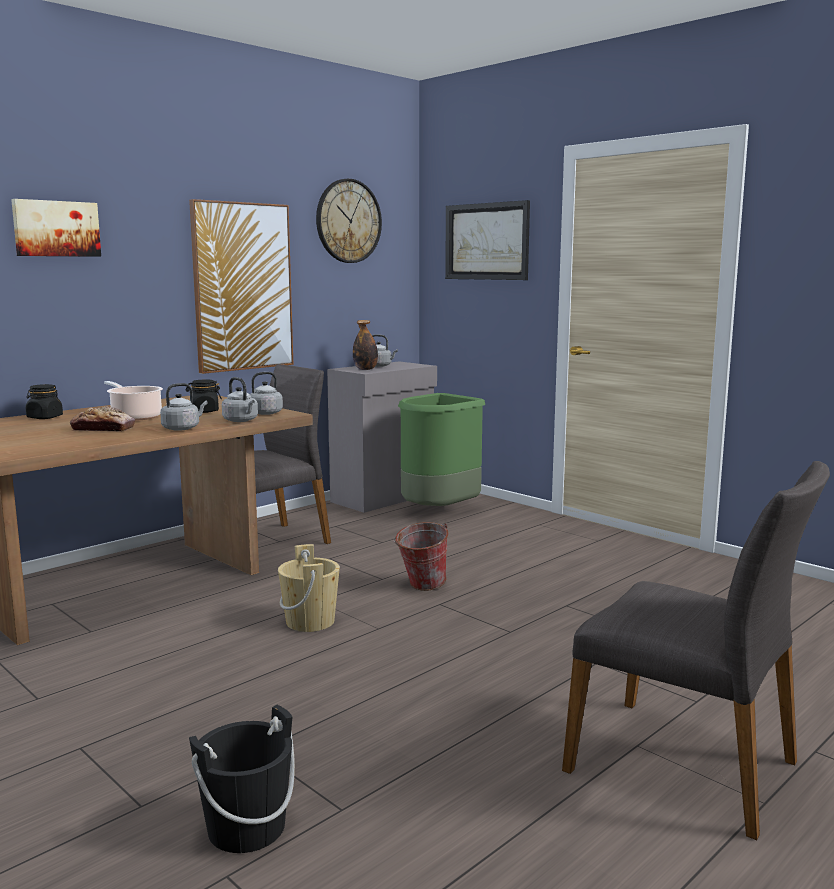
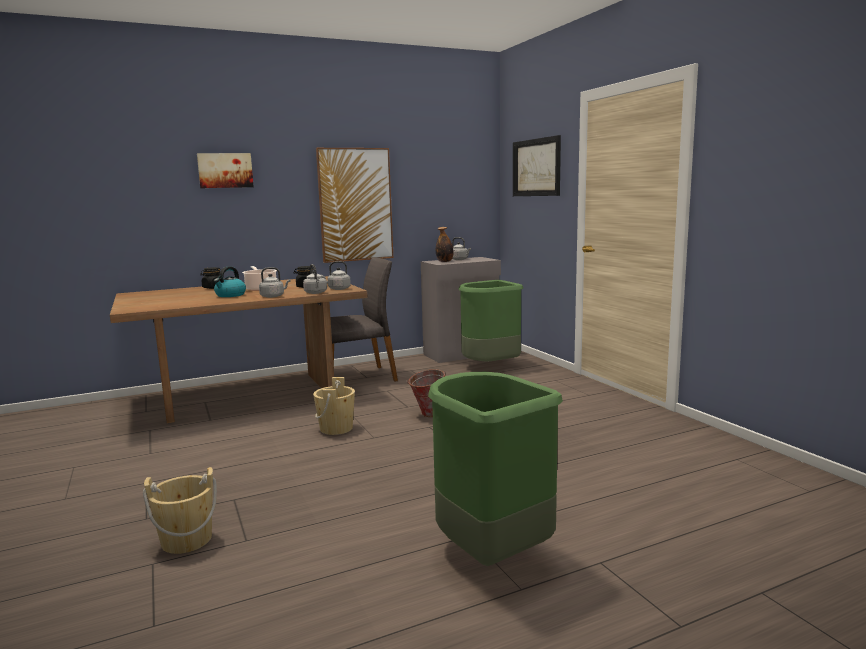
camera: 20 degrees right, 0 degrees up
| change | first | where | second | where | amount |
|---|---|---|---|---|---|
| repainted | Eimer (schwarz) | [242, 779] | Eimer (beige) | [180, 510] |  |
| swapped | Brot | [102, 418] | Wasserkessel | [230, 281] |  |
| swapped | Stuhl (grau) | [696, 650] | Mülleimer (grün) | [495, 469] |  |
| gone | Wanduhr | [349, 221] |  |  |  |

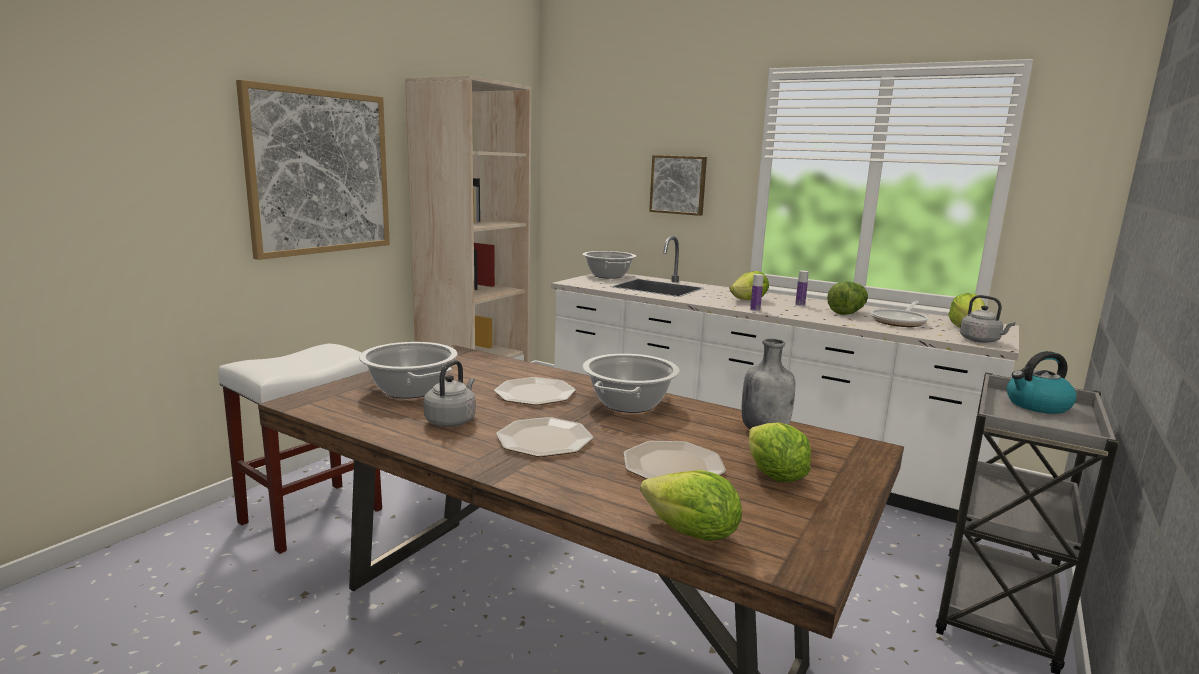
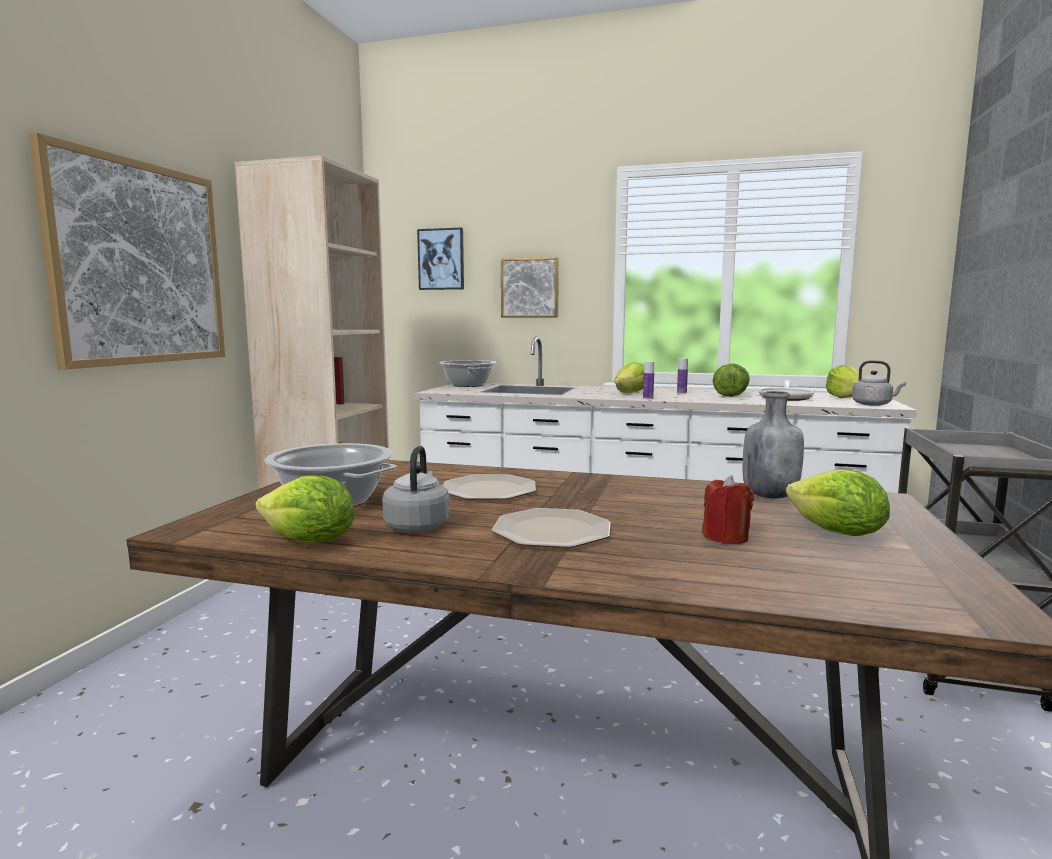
camera: 15 degrees left, 5 degrees down
| change | first | where | second | where | amount |
|---|---|---|---|---|---|
| shifted | Salatkopf | [691, 505] |  | [305, 509] |  |
| new |  |  | Bild | [440, 259] |  |
| swapped | Teller | [675, 460] | Kerze (rot) | [728, 509] |  |
| gone | Hocker (weiß) | [300, 449] |  |  |  |
| gone | Kochtopf | [631, 383] |  |  |  |
| gone | Wasserkessel | [1042, 382] |  |  |  |

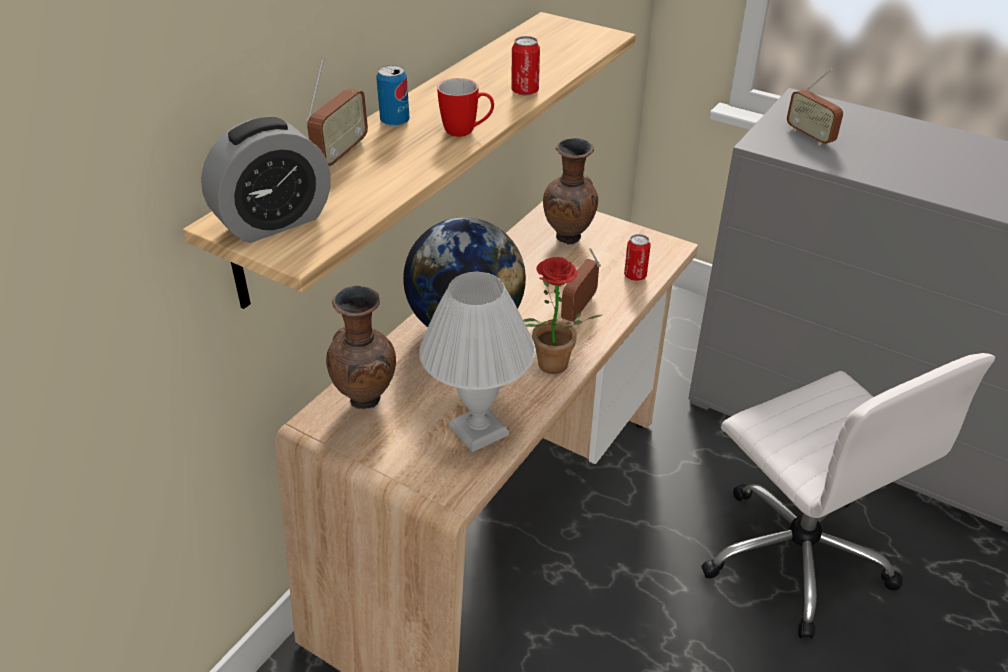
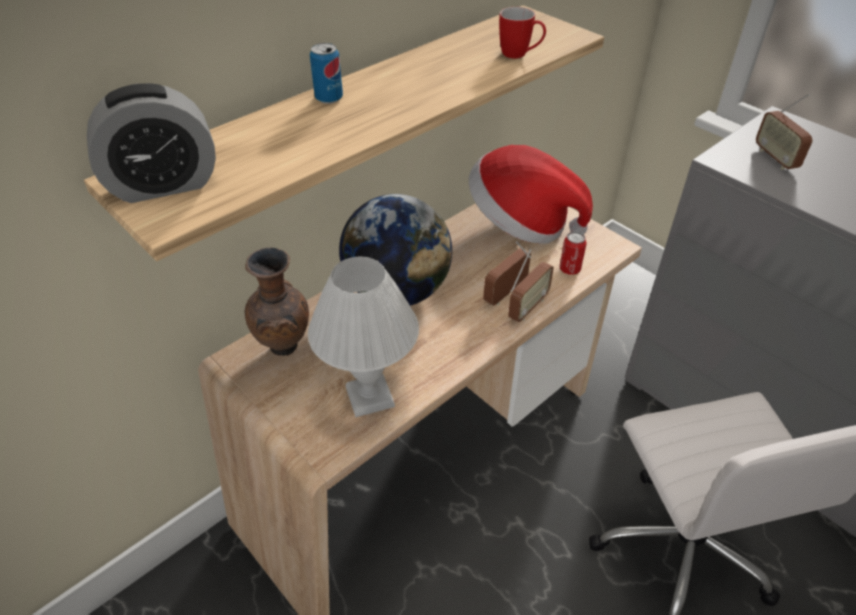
camera: 15 degrees right, 5 degrees up
| change | first | where | second | where | amount |
|---|---|---|---|---|---|
| swapped | Vase (braun) | [570, 191] | Hut | [531, 194] |  |
| shifted | Henkelbecher | [465, 107] |  | [522, 33] |  |
| shifted | Radio | [337, 113] |  | [531, 285] |  |
| gone | Dose | [525, 66] |  |  |  |
| gone | Topfpflanze | [562, 315] |  |  |  |

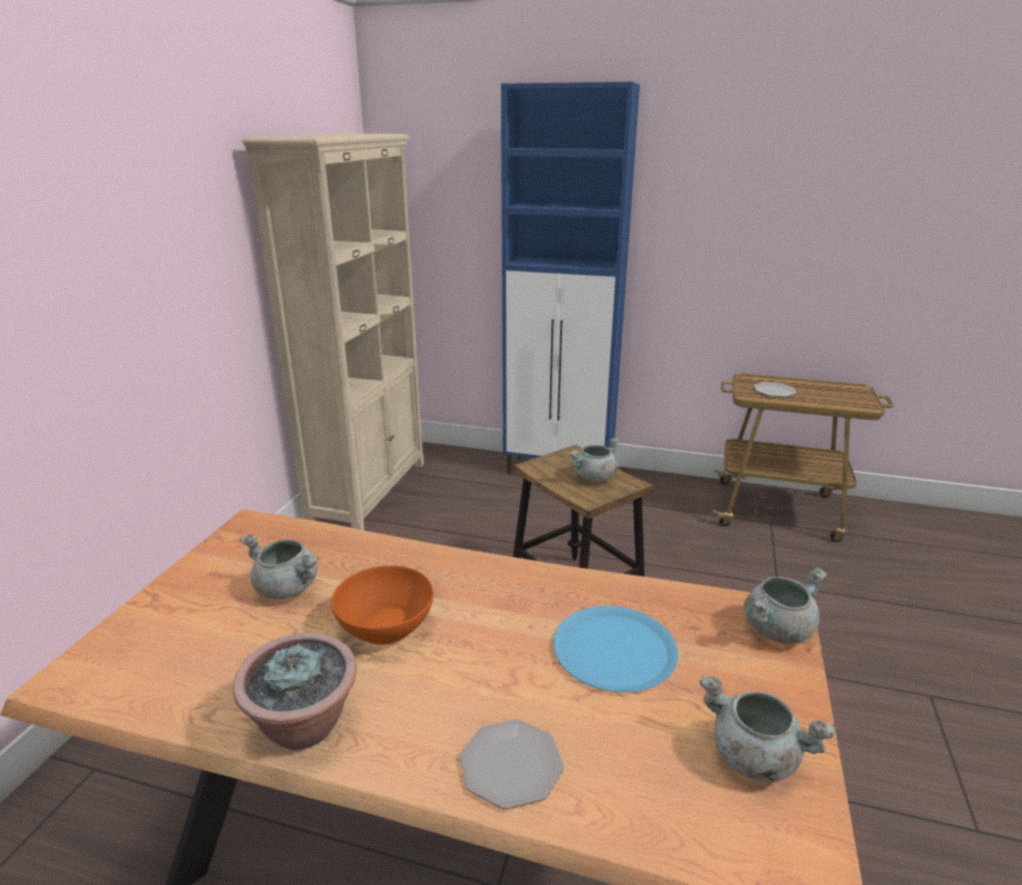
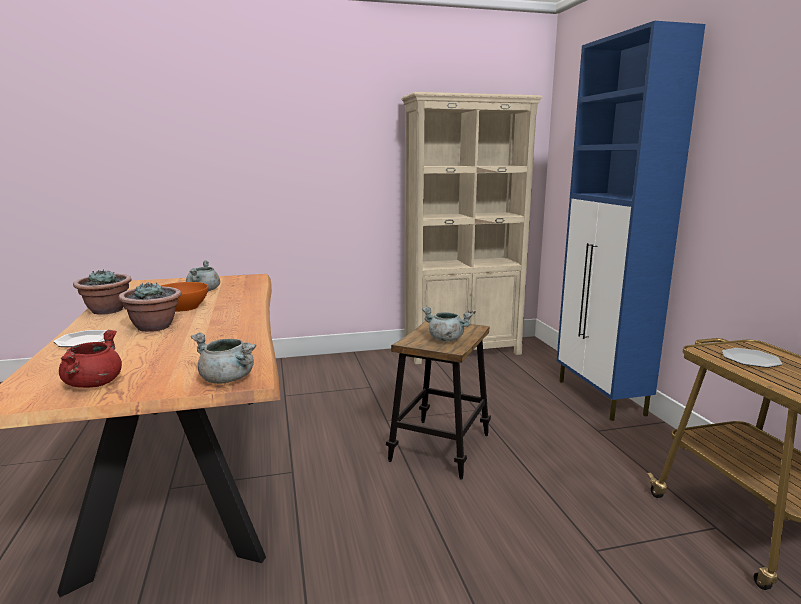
camera: 60 degrees right, 10 degrees down
| change | first | where | second | where | amount |
|---|---|---|---|---|---|
| repainted | Kochtopf (grau) | [767, 728] | Kochtopf (rot) | [90, 359] |  |
| new |  |  | Topfpflanze | [149, 307] |  |
| gone | Teller (blau) | [615, 649] |  |  |  |

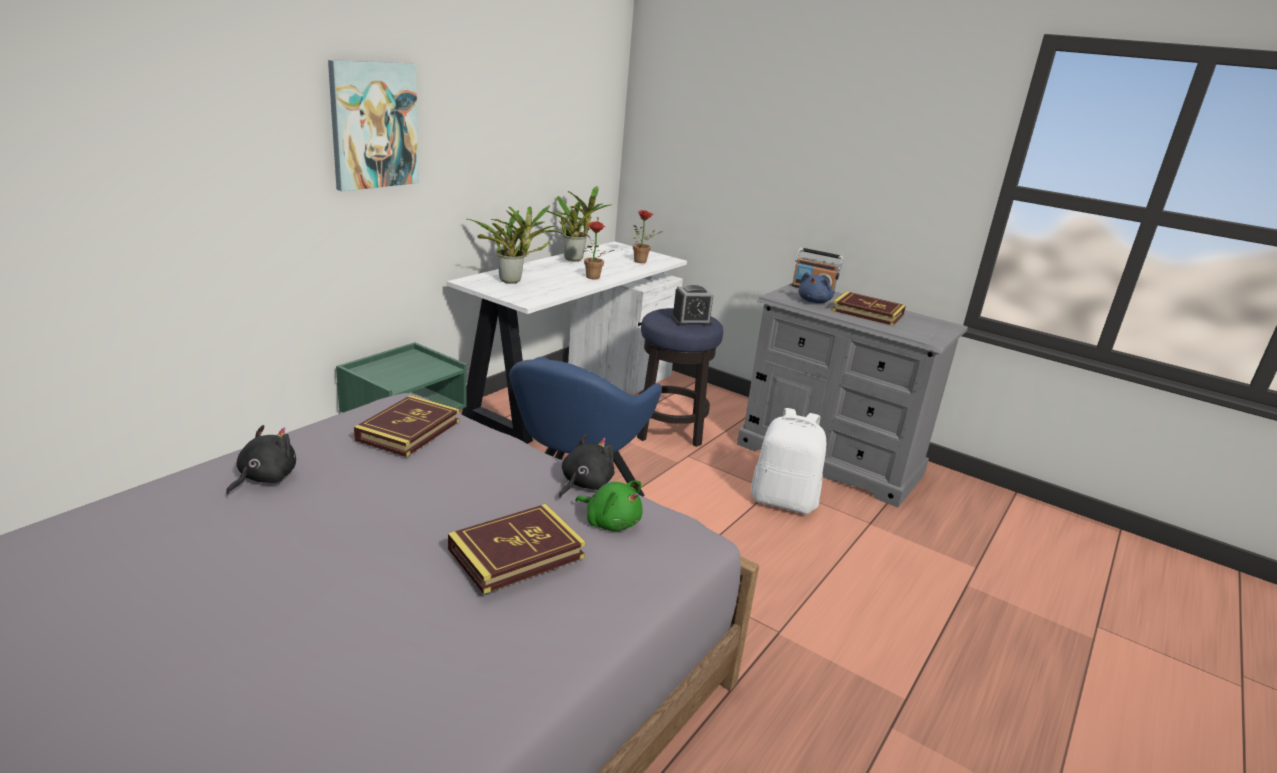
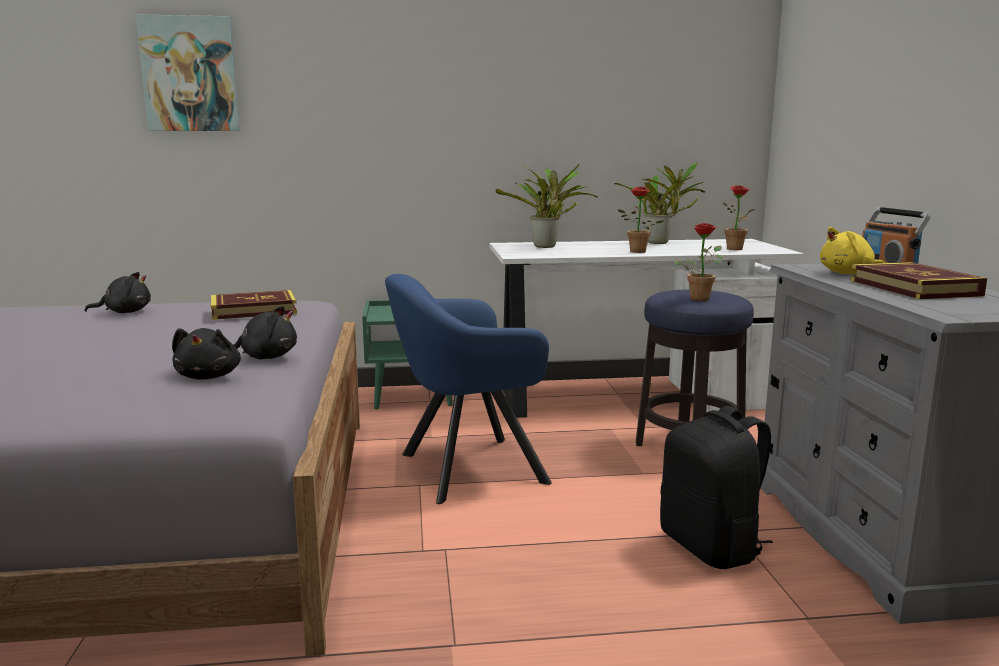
camera: 50 degrees right, 10 degrees down
| change | first | where | second | where | amount |
|---|---|---|---|---|---|
| shifted | Bild | [373, 125] |  | [188, 72] |  |
| repainted | Plüschtier (grün) | [609, 506] | Plüschtier (schwarz) | [206, 354] |  |
| repainted | Rucksack (weiß) | [788, 461] | Rucksack (schwarz) | [716, 487] |  |
| swapped | Wecker | [692, 305] | Topfpflanze | [698, 262] |  |
| repainted | Plüschtier (blau) | [816, 287] | Plüschtier (gelb) | [852, 250] |  |
| gone | Buch | [517, 549] |  |  |  |

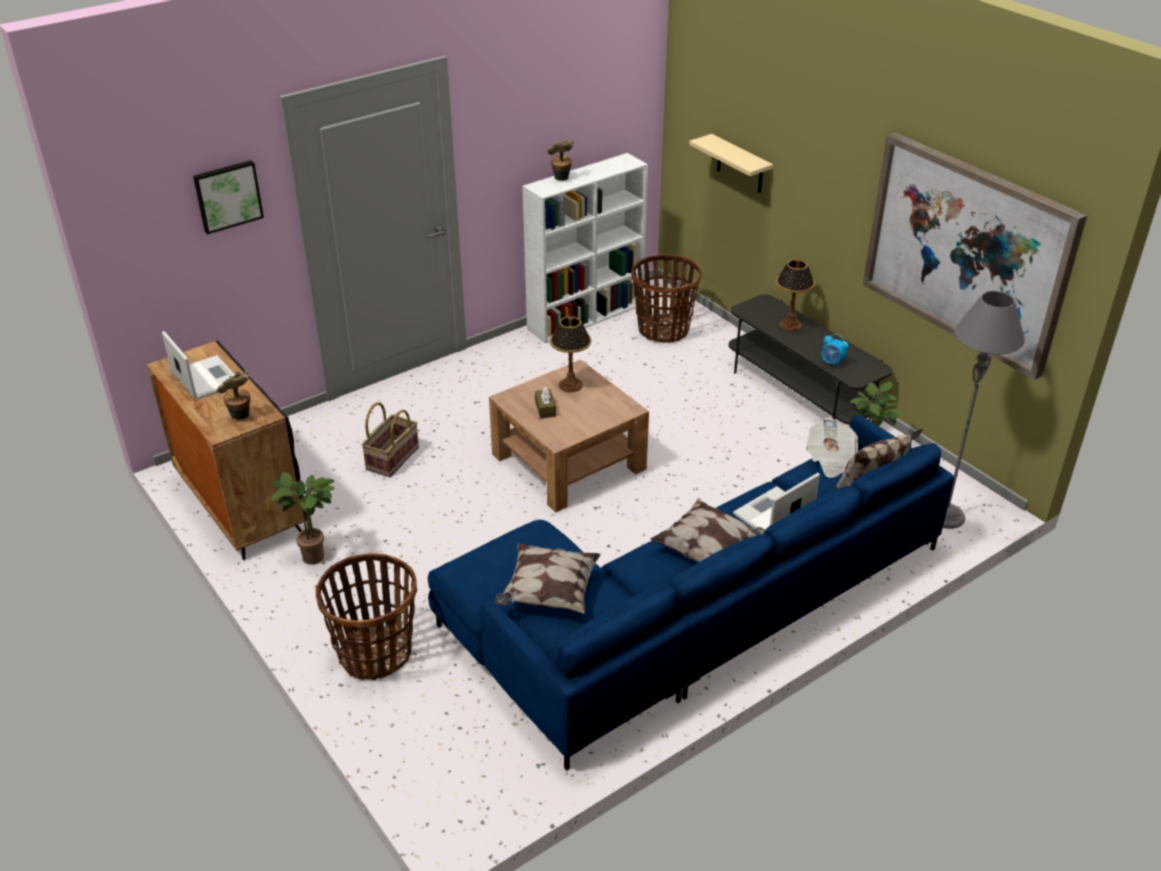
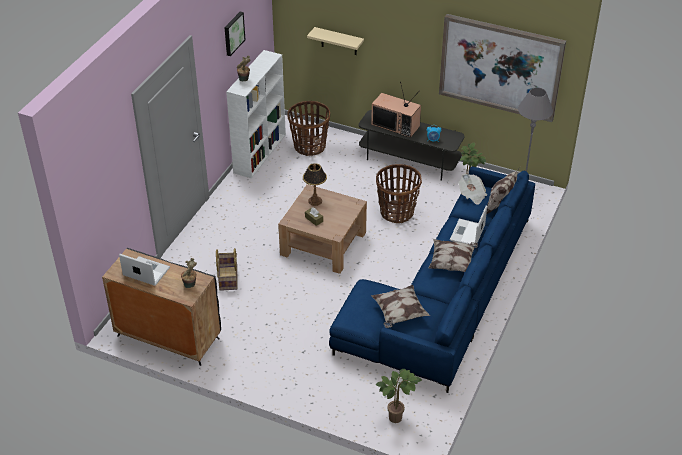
camera: 30 degrees left, 5 degrees up
| change | first | where | second | where | amount |
|---|---|---|---|---|---|
| shifted | Bild | [228, 197] |  | [235, 34] |  |
| swapped | Tischlampe | [795, 295] | Fernseher | [396, 111] |  |
| shifted | Korb | [366, 616] |  | [399, 193] |  |
| shifted | Topfpflanze | [302, 518] |  | [399, 396] |  |

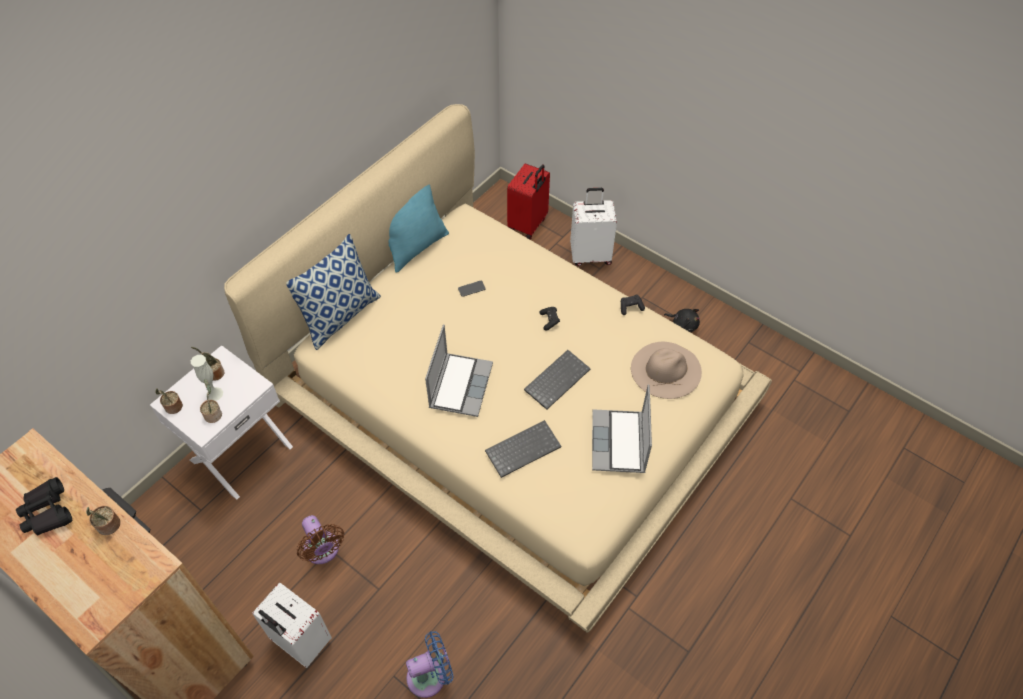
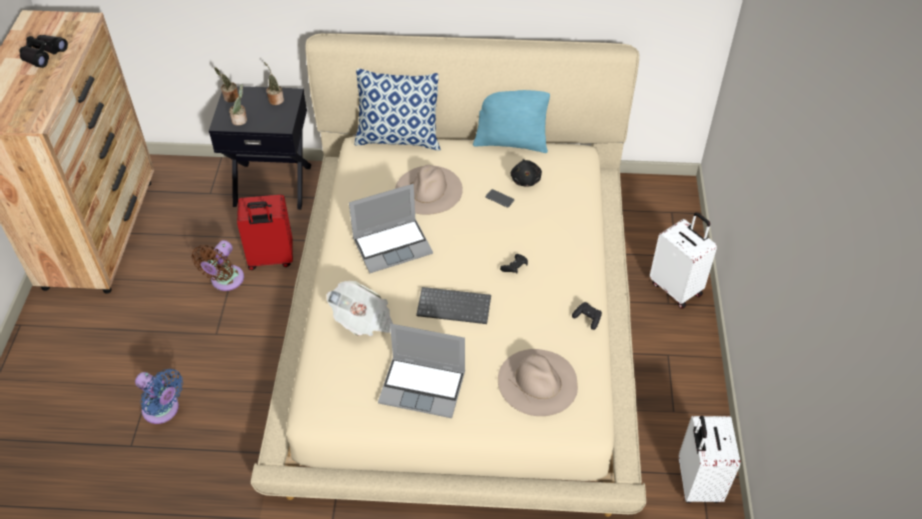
camera: 55 degrees right, 5 degrees down
| change | first | where | second | where | amount |
|---|---|---|---|---|---|
| repainted | Nachttisch (weiß) | [221, 422] | Nachttisch (schwarz) | [260, 148] |  |
| shifted | Koffer (rot) | [528, 201] |  | [265, 232] |  |
| swapped | Tastatur | [523, 449] | Zeitung | [359, 308] |  |
| rotated | Laptop | [622, 428] |  | [421, 371] | 135 degrees counterclockwise |
| new |  |  | Hut (beige) | [428, 190] |  |
| shifted | Plüschtier (schwarz) | [682, 321] |  | [526, 173] |  |
| shifted | Koffer (weiß) | [292, 625] |  | [709, 459] |  |
| gone | Topfpflanze | [103, 520] |  |  |  |
| gone | Vase (weiß) | [207, 378] |  |  |  |

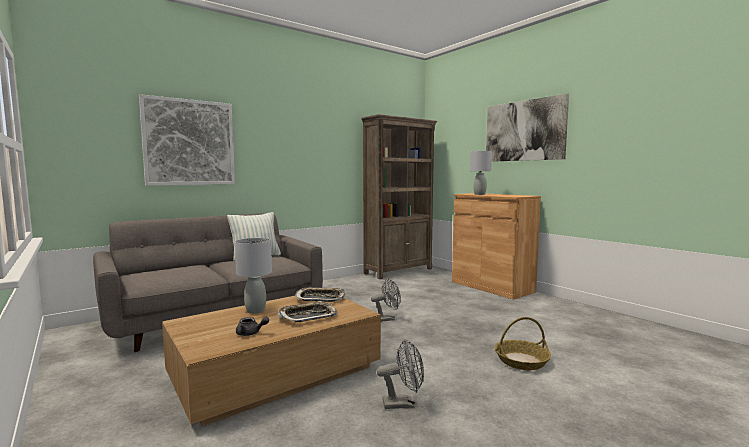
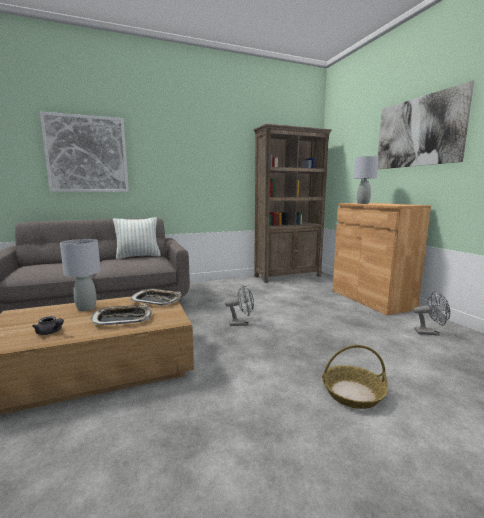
camera: 15 degrees right, 5 degrees up
| change | first | where | second | where | amount |
|---|---|---|---|---|---|
| shifted | Ventilator (grau) | [400, 374] |  | [432, 313] |  |

